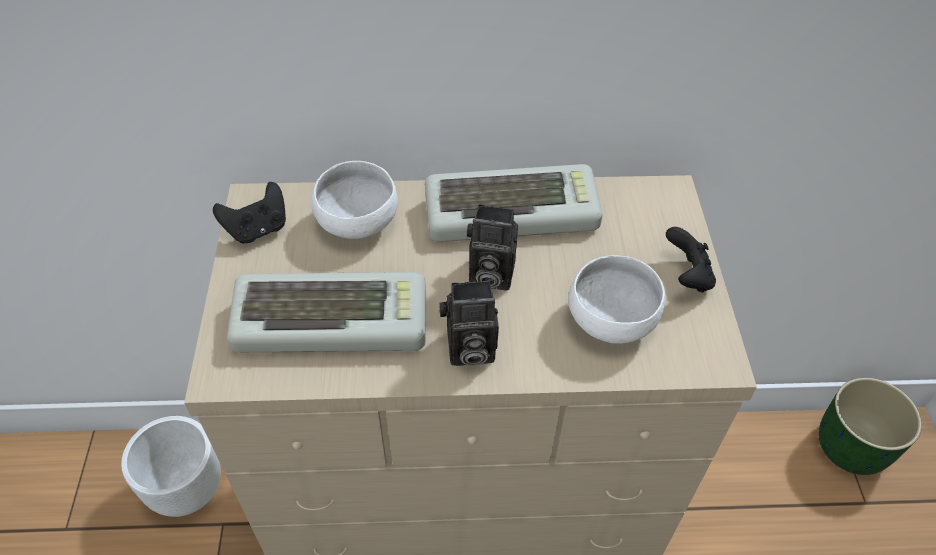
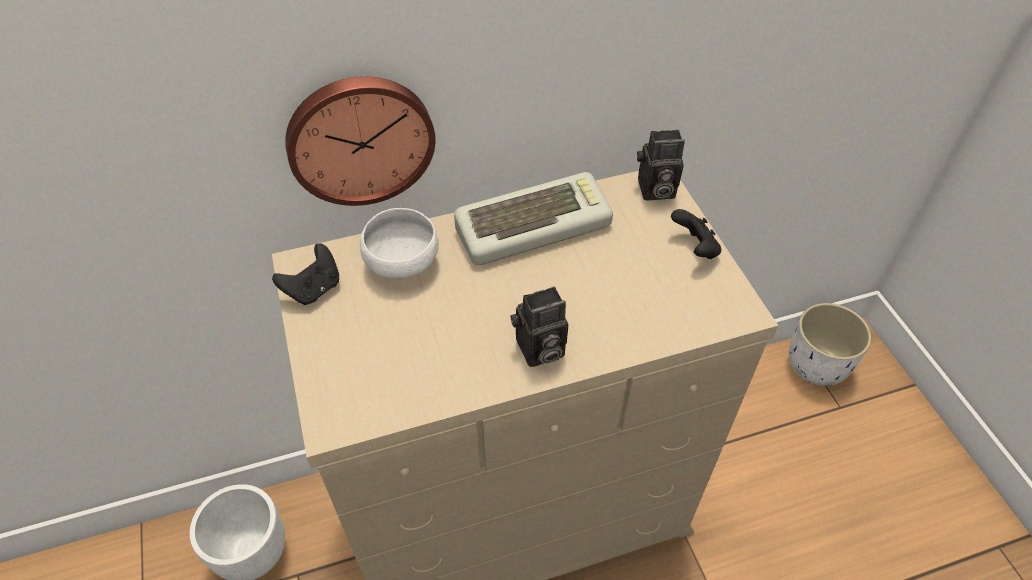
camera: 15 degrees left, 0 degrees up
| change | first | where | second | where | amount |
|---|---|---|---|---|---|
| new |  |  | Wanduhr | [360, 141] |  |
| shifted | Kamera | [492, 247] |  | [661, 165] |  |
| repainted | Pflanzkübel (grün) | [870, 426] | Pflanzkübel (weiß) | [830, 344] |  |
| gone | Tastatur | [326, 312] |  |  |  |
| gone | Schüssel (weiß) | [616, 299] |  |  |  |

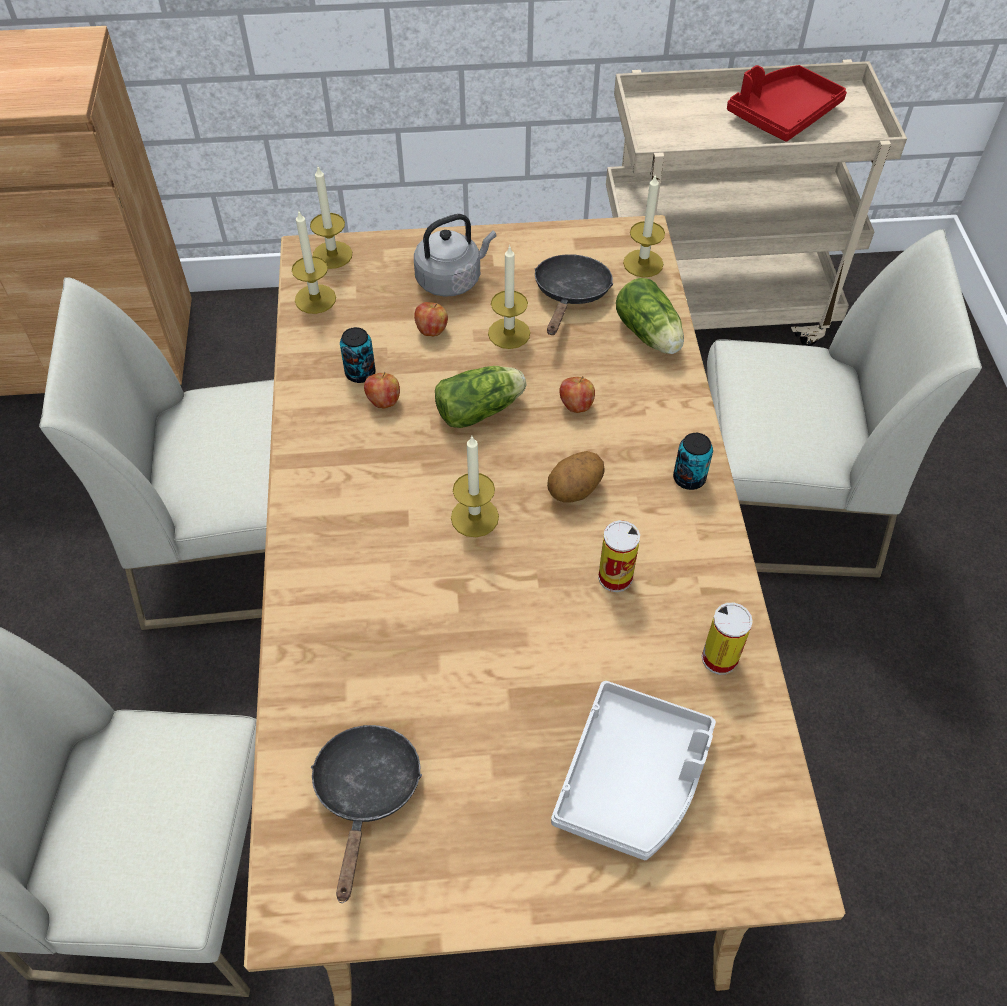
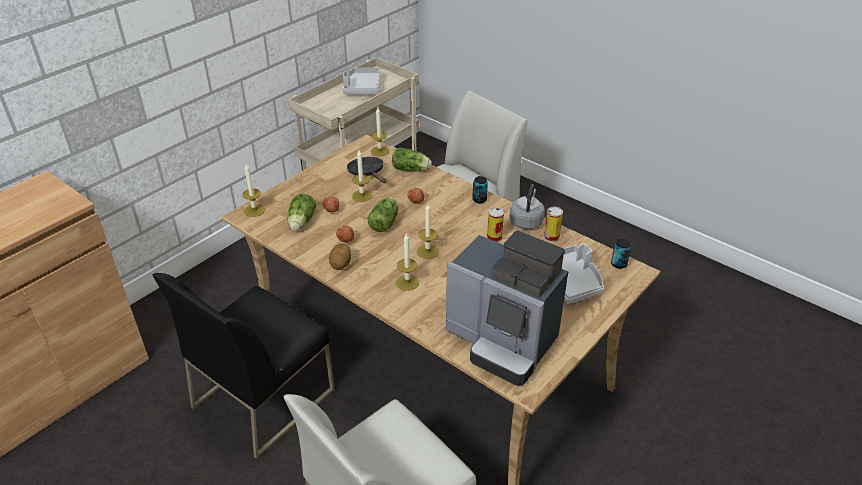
camera: 45 degrees left, 15 degrees down
| change | first | where | second | where | amount |
|---|---|---|---|---|---|
| repainted | Stuhl (weiß) | [156, 453] | Stuhl (schwarz) | [243, 366] |  |
| new |  |  | Salatkopf | [301, 212] |  |
| shifted | Kartoffel | [576, 477] |  | [340, 257] |  |
| repainted | Tablett (rot) | [787, 103] | Tablett (grau) | [362, 81] |  |
| shifted | Kerze | [314, 263] |  | [407, 262] |  |
| swapped | Pfanne (schwarz) | [366, 814] | Kaffeemaschine | [507, 308] |  |
| shifted | Wasserkessel (grau) | [455, 255] |  | [527, 206] |  |
| shifted | Dose | [357, 355] |  | [621, 254] |  |

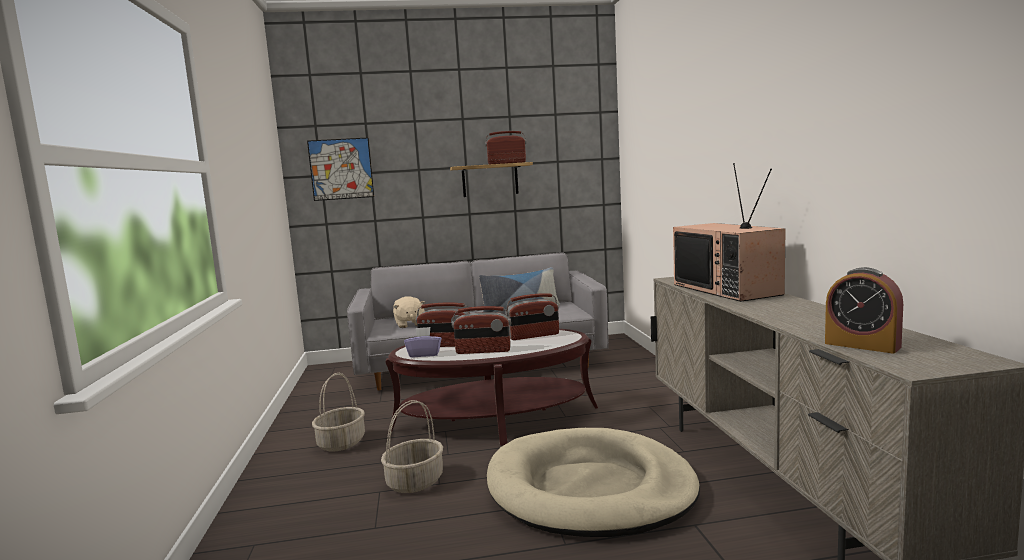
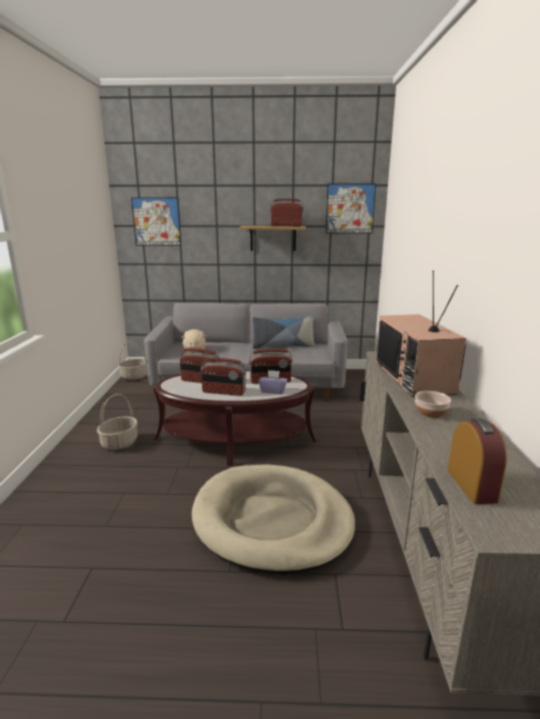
camera: 10 degrees right, 10 degrees up
| change | first | where | second | where | amount |
|---|---|---|---|---|---|
| shifted | Korb | [412, 446] |  | [132, 360] |  |
| shifted | Taschentuchbox (lila) | [423, 342] |  | [273, 382] |  |
| new |  |  | Bild | [351, 209] |  |
| new |  |  | Schüssel | [433, 404] |  |
| rotated | Wecker | [864, 310] |  | [477, 461] | 150 degrees counterclockwise |

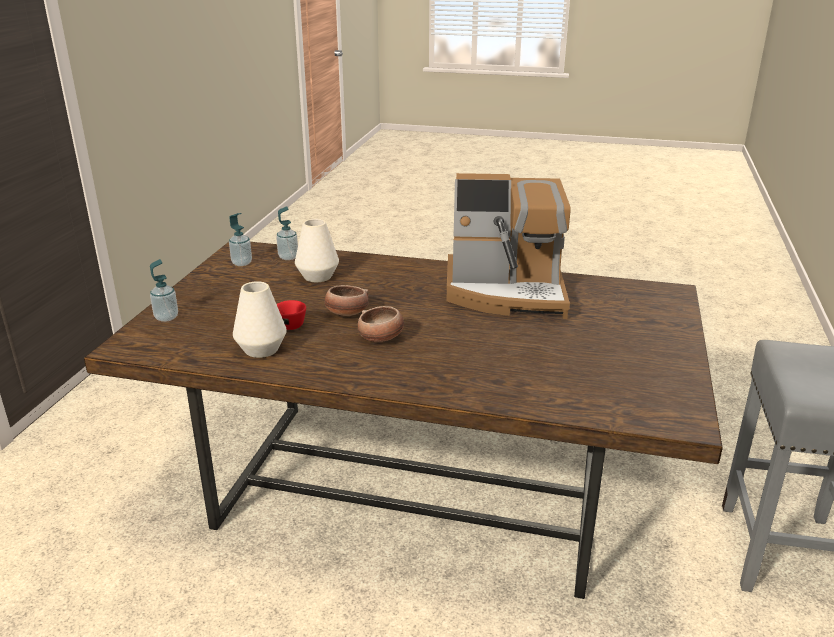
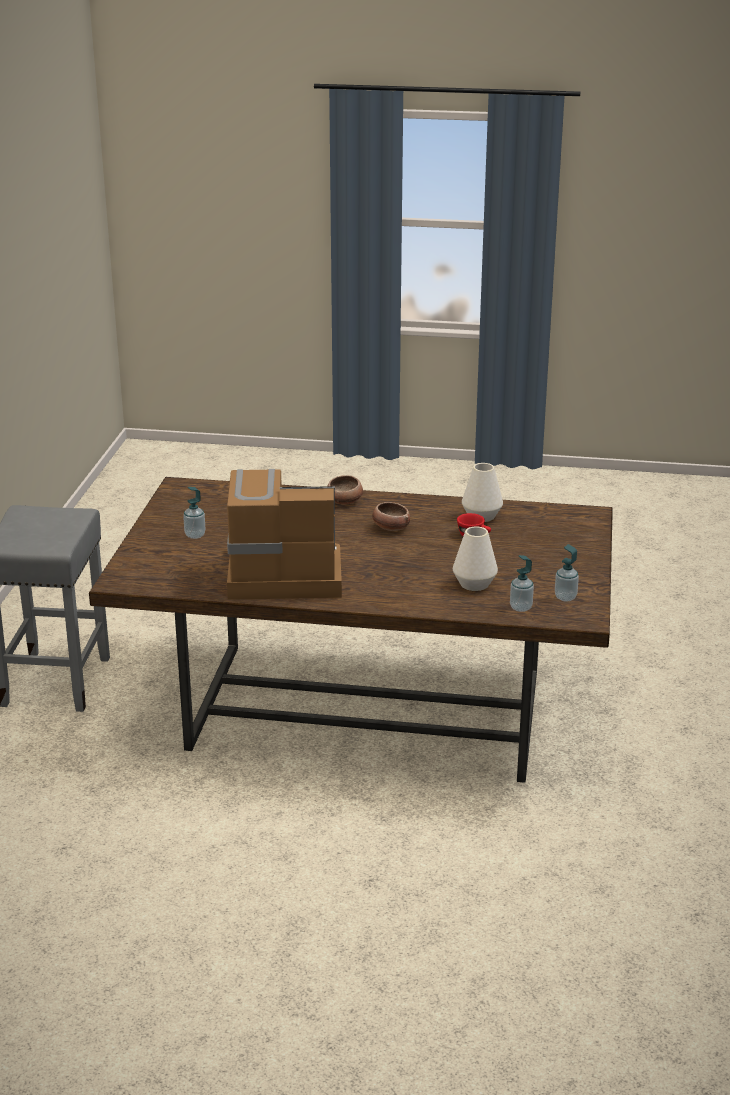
camera: 175 degrees right, 0 degrees up
| change | first | where | second | where | amount |
|---|---|---|---|---|---|
| shifted | Seifenspender | [164, 290] |  | [194, 513] |  |
| shifted | Schüssel | [347, 300] |  | [345, 490] |  |

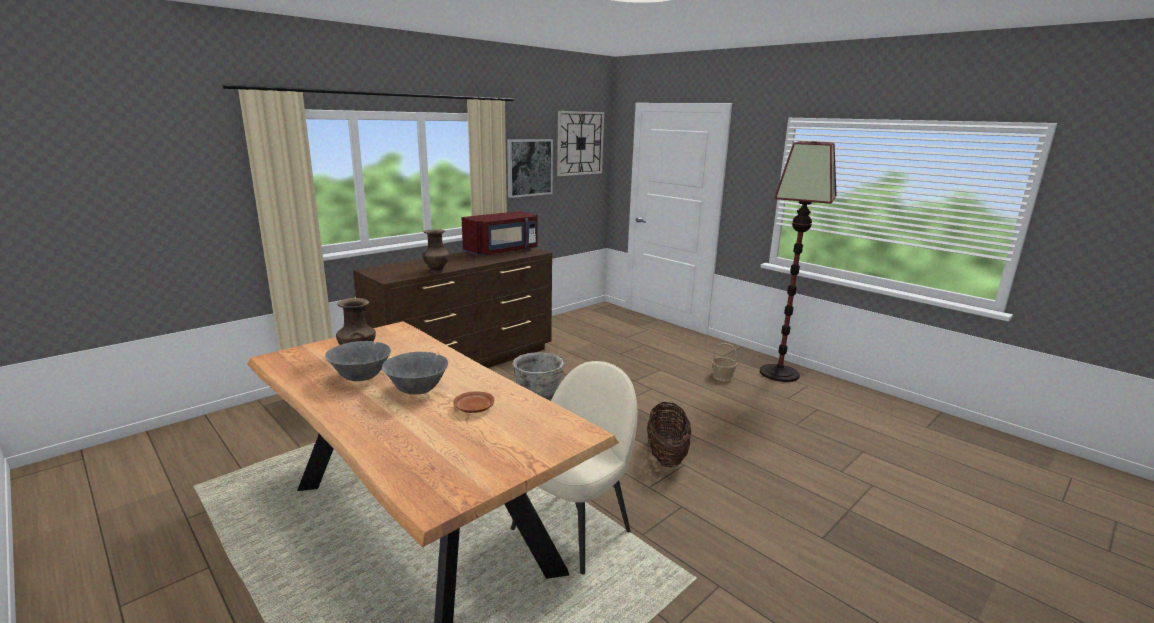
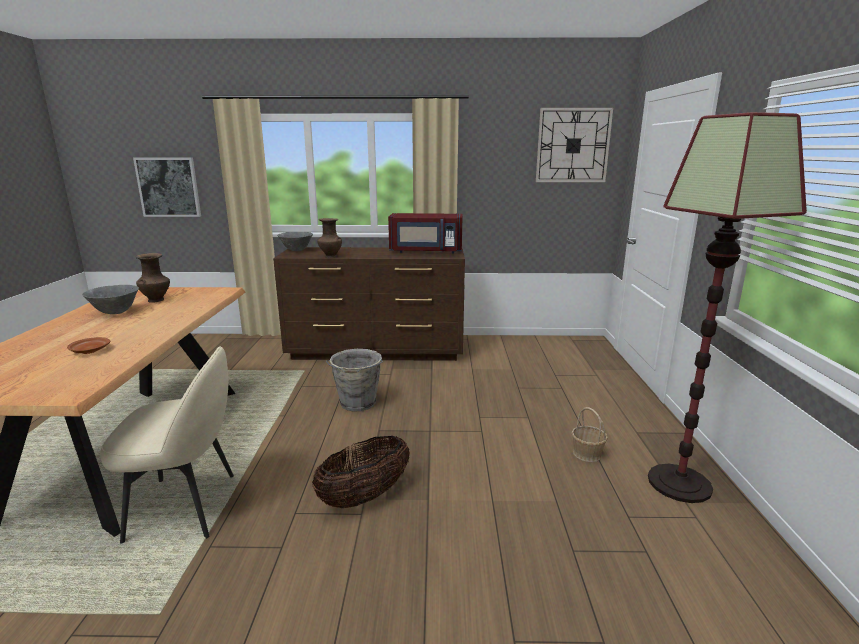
camera: 45 degrees right, 0 degrees up
| change | first | where | second | where | amount |
|---|---|---|---|---|---|
| shifted | Bild | [530, 168] |  | [167, 187] |  |
| shifted | Schüssel (grau) | [415, 373] |  | [295, 241] |  |

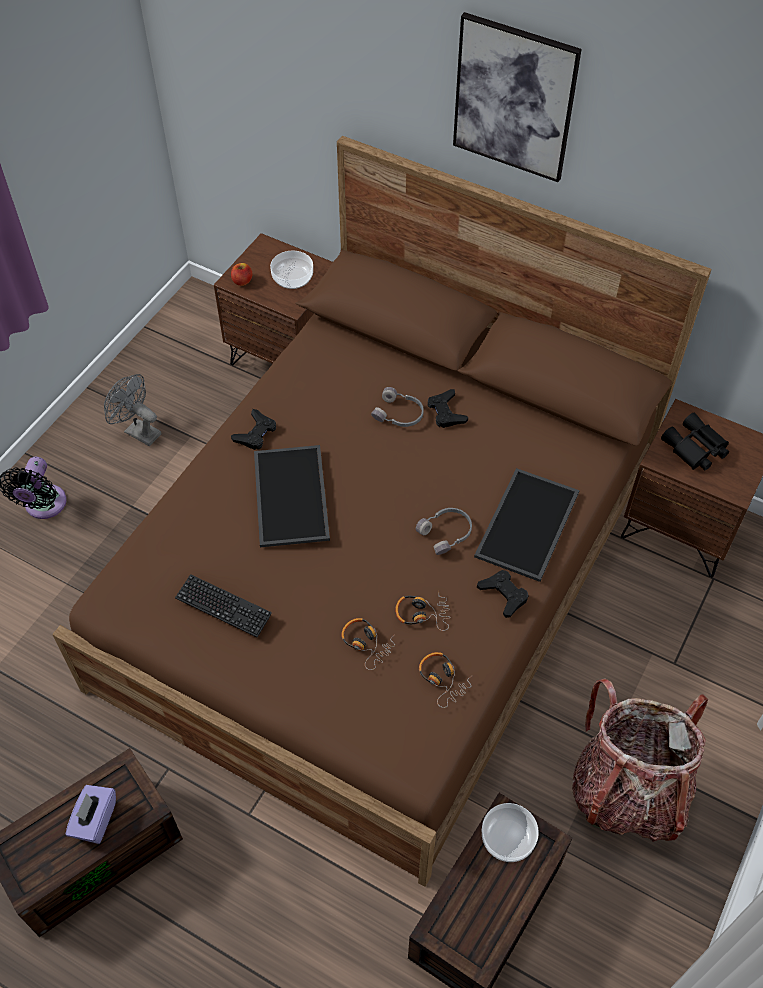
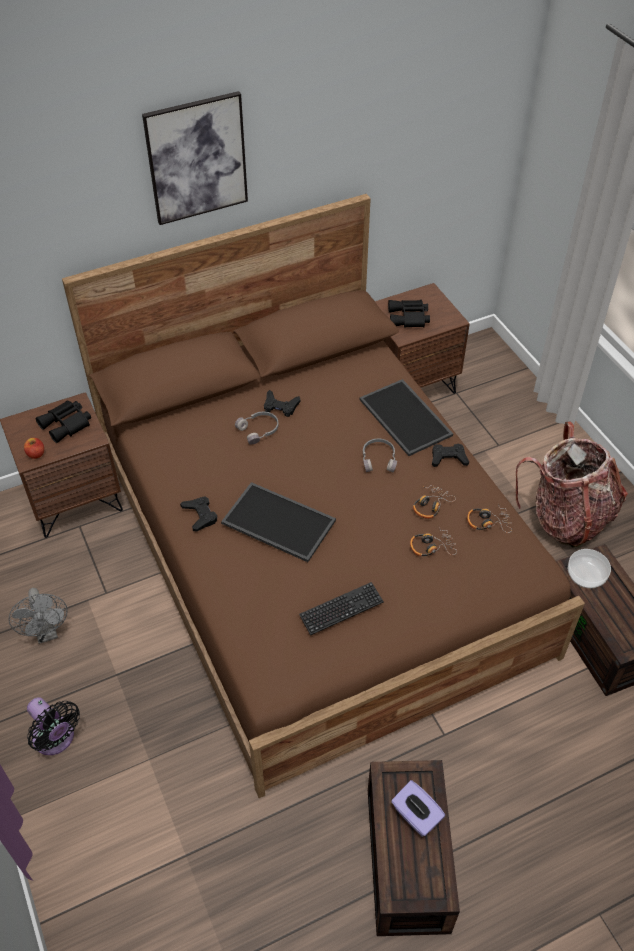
camera: 55 degrees left, 5 degrees down
| change | first | where | second | where | amount |
|---|---|---|---|---|---|
| rotated | Ventilator (grau) | [132, 410] |  | [38, 616] | 90 degrees counterclockwise |
| swapped | Schüssel | [291, 270] | Fernglas (schwarz) | [63, 421] |  |

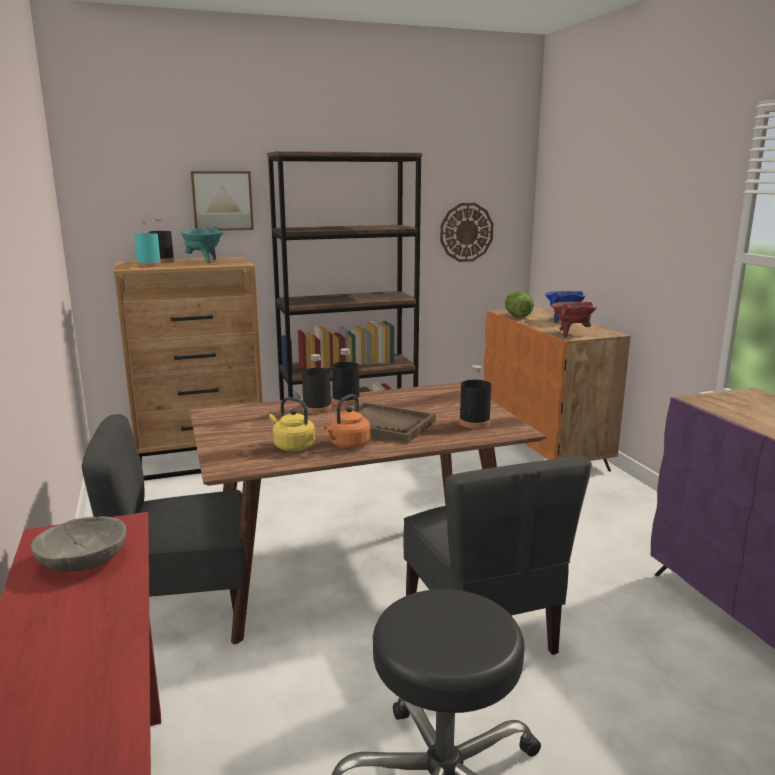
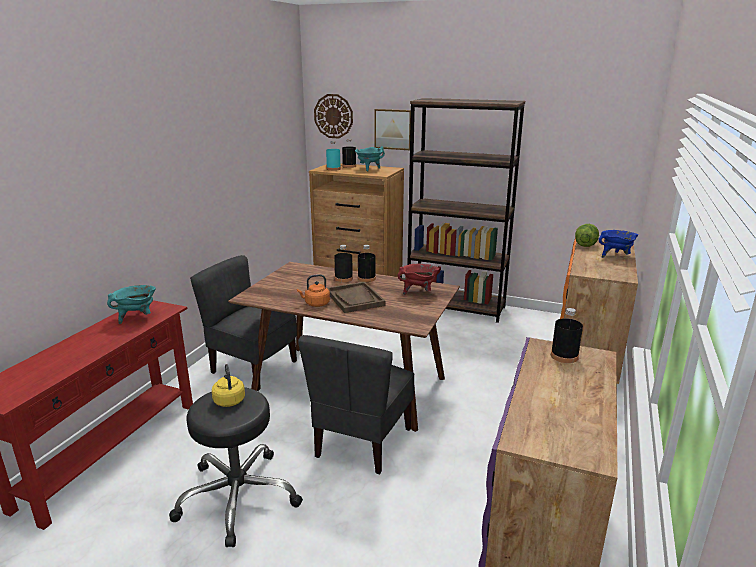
camera: 40 degrees right, 5 degrees up
| change | first | where | second | where | amount |
|---|---|---|---|---|---|
| swapped | Schüssel (grau) | [79, 543] | Kochtopf (türkis) | [131, 304] |  |
| shifted | Wasserkessel (gelb) | [292, 424] |  | [228, 385] |  |
| shifted | Wanduhr | [466, 232] |  | [333, 116] |  |
| shifted | Kochtopf (rot) | [574, 320] |  | [418, 279] |  |
| shifted | Flasche (schwarz) | [475, 397] |  | [567, 335] |  |

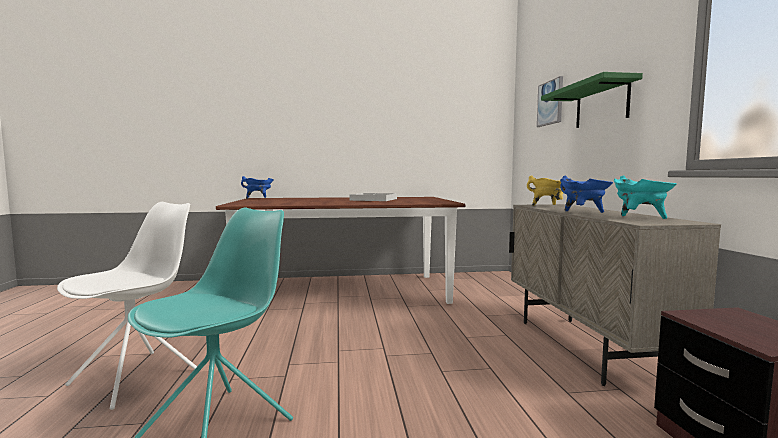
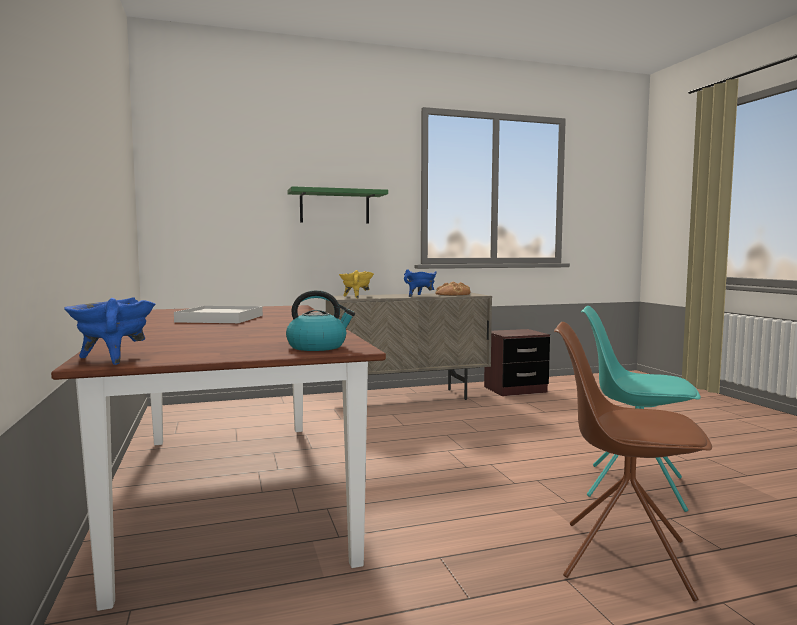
camera: 100 degrees left, 0 degrees up
| change | first | where | second | where | amount |
|---|---|---|---|---|---|
| new |  |  | Wasserkessel | [320, 320] |  |
| swapped | Kochtopf (türkis) | [645, 197] | Brot | [453, 289] |  |
| repainted | Stuhl (weiß) | [127, 306] | Stuhl (braun) | [633, 461] |  |
| gone | Bild | [550, 101] |  |  |  |

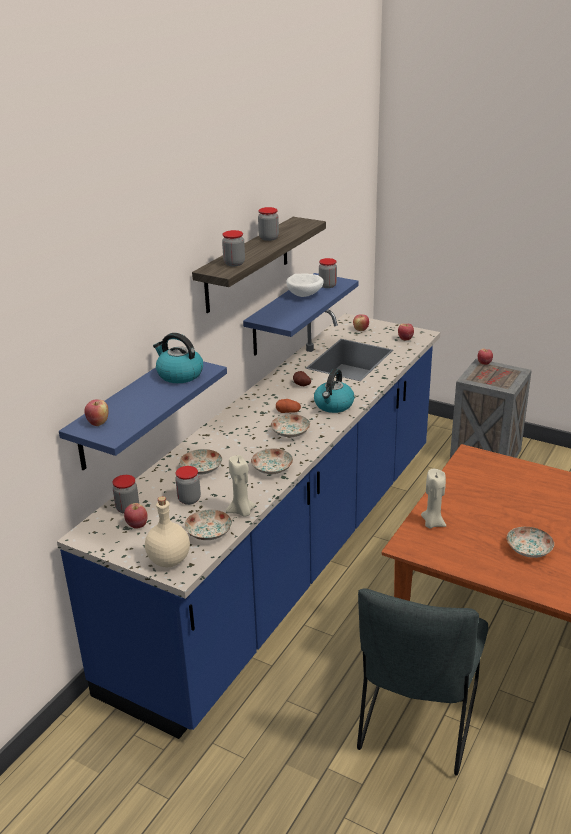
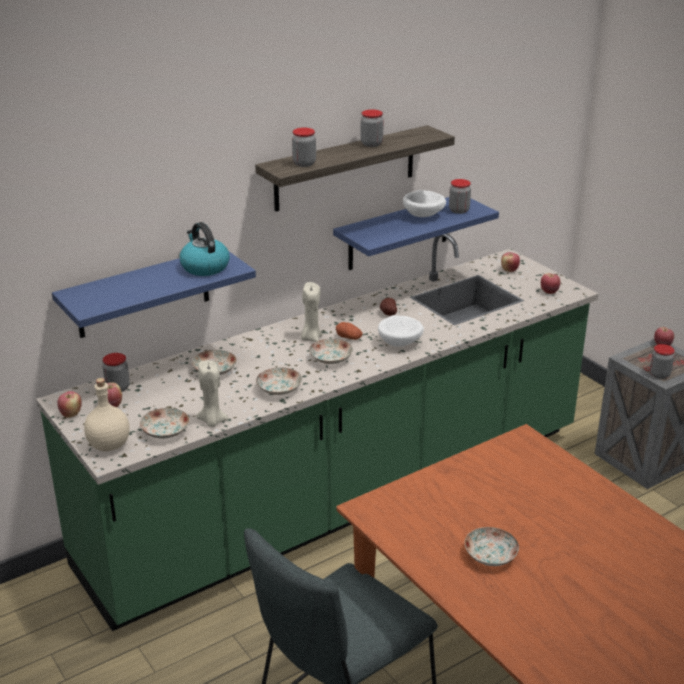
camera: 25 degrees right, 0 degrees up
| change | first | where | second | where | amount |
|---|---|---|---|---|---|
| repainted | Küchenzeile (blau) | [248, 524] | Küchenzeile (grün) | [317, 432] |  |
| shifted | Apfel | [96, 412] |  | [69, 404] |  |
| shifted | Kerze (beige) | [433, 498] |  | [311, 312] |  |
| swapped | Wasserkessel | [334, 391] | Schüssel (weiß) | [401, 330] |  |
| shifted | Vorratsglas | [188, 485] |  | [662, 361] |  |

